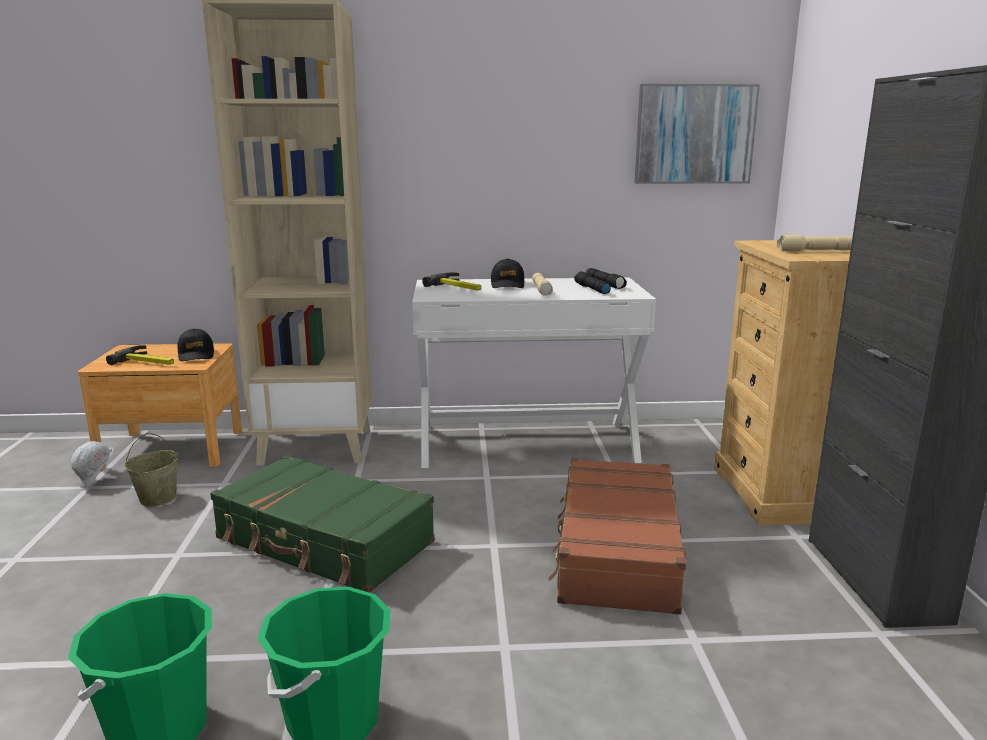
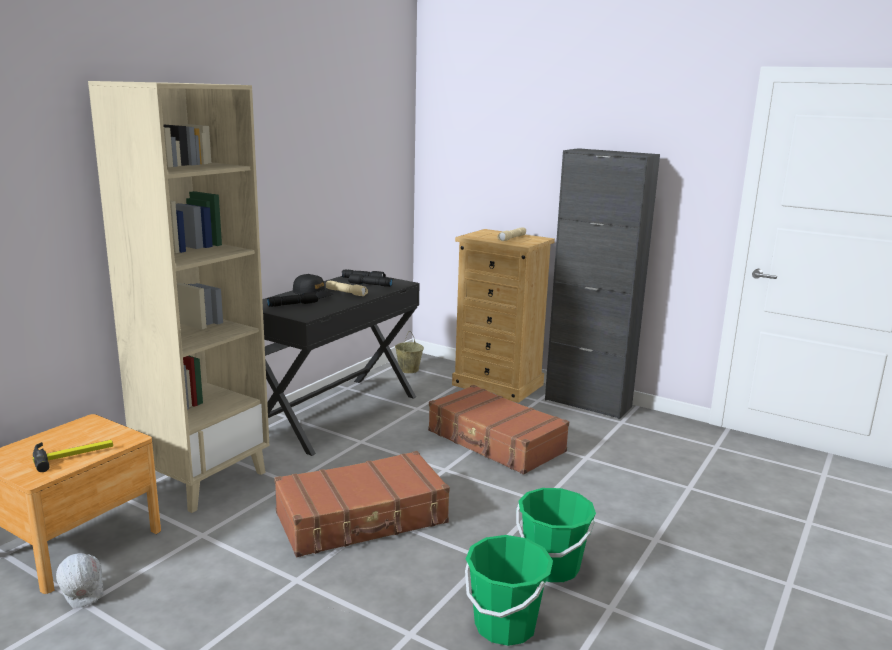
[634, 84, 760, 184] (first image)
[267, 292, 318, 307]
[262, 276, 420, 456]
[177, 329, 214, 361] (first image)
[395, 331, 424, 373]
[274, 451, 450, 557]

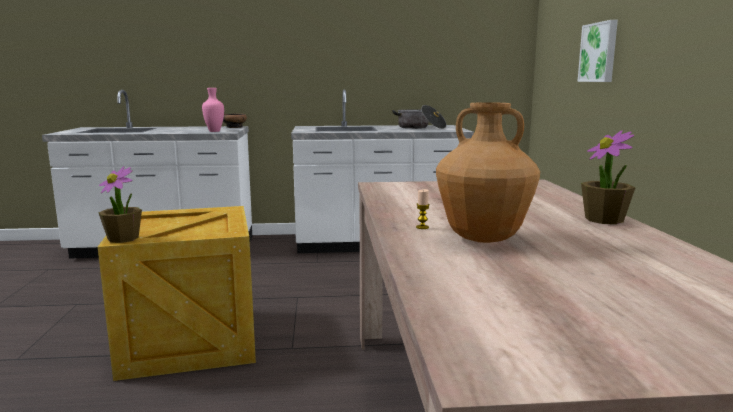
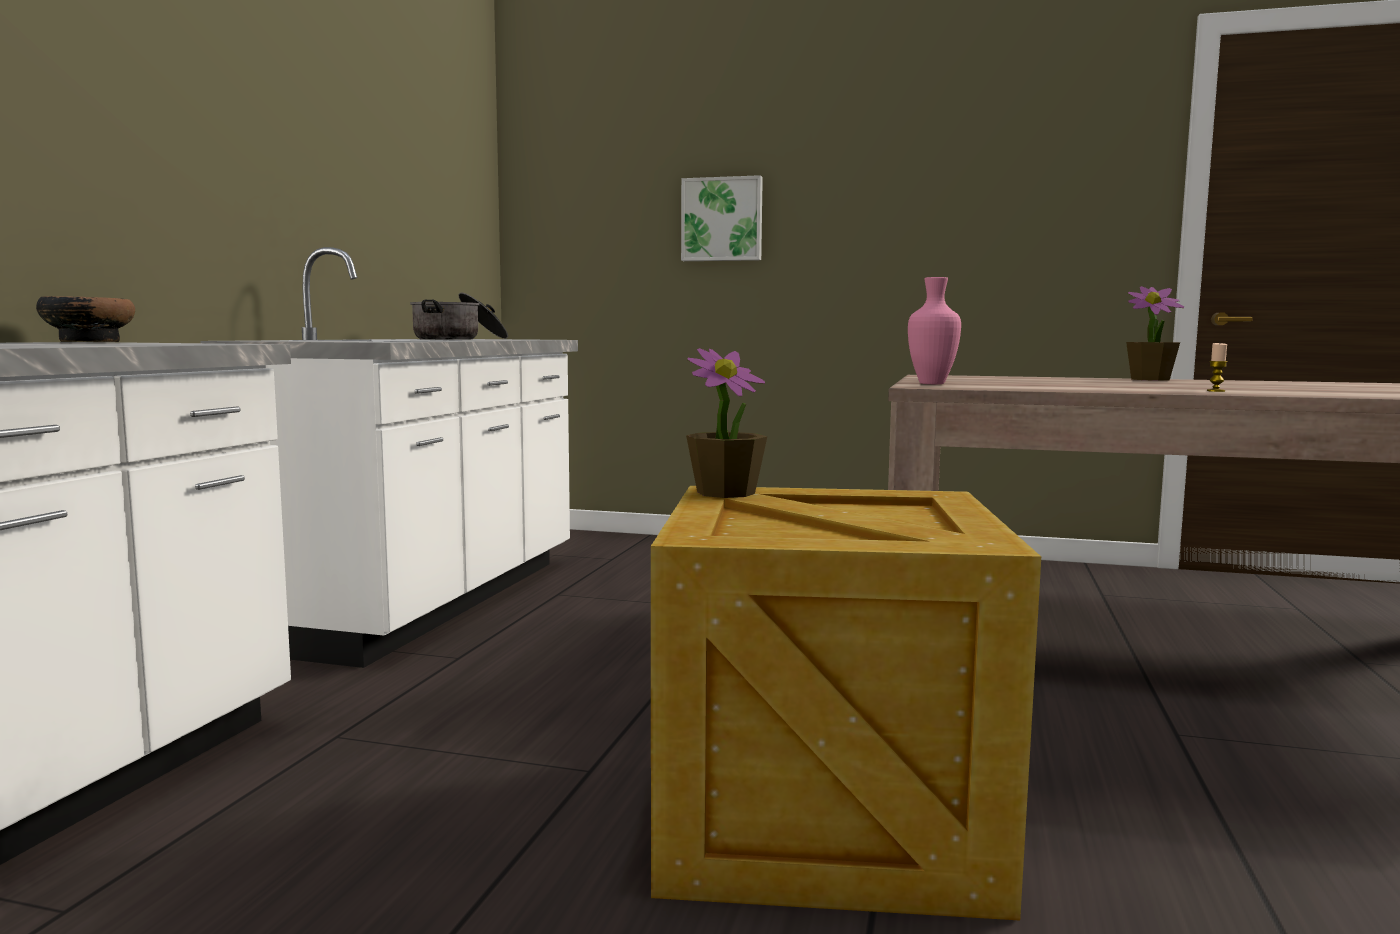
[908, 277, 961, 384]
[436, 102, 540, 243] (first image)
[686, 348, 767, 498]

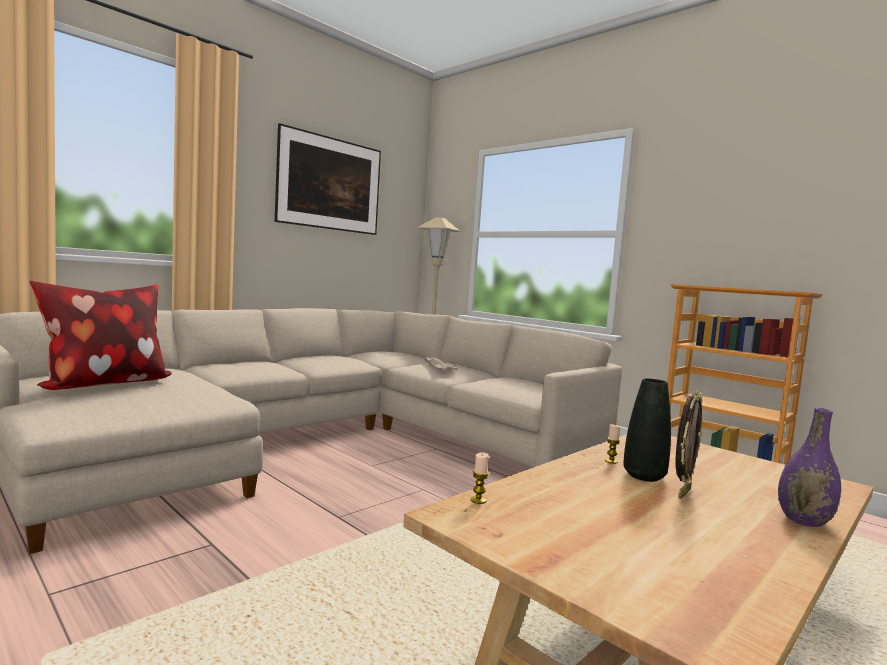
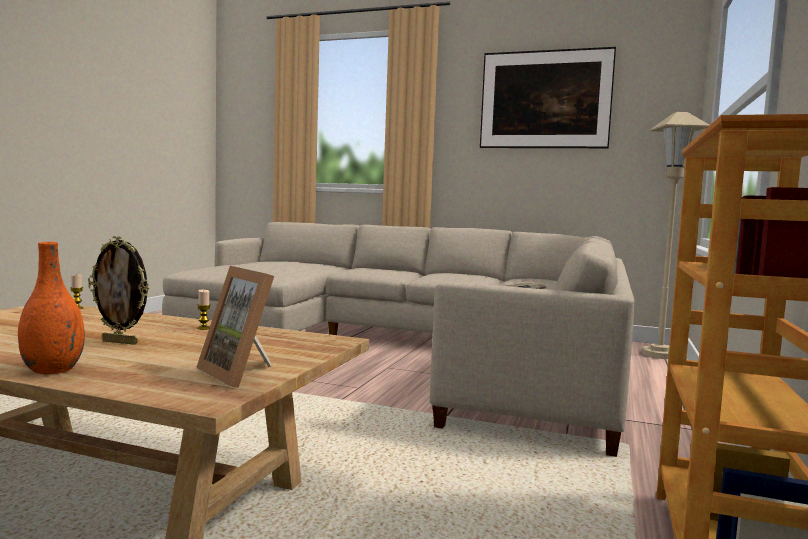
[29, 281, 172, 390] (first image)
[623, 378, 671, 482] (first image)
[18, 242, 85, 374]
[196, 266, 274, 388]

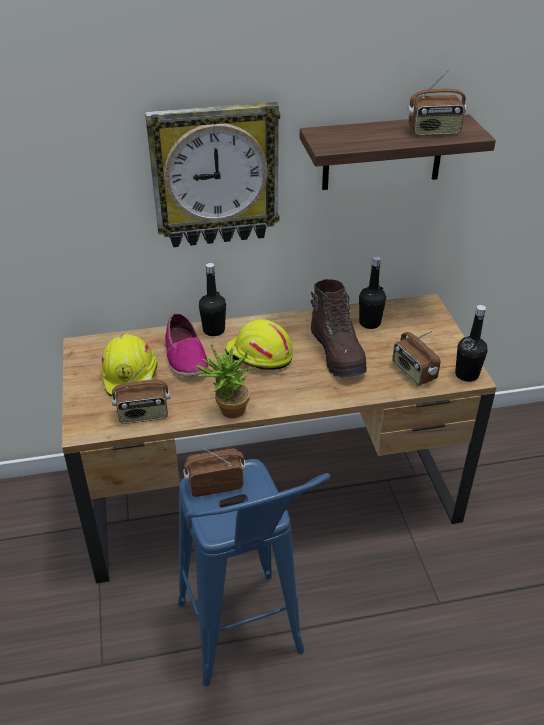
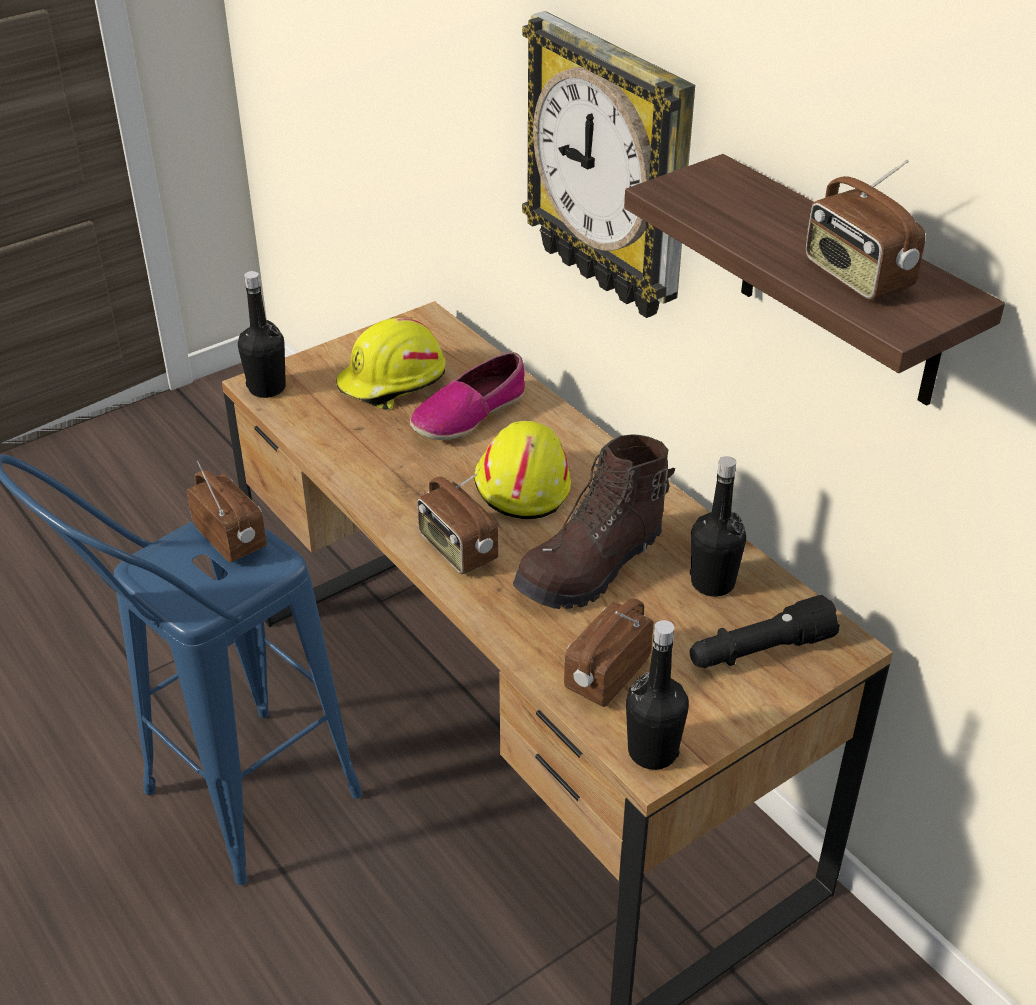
[238, 271, 286, 398]
[196, 345, 252, 418] (first image)
[417, 474, 498, 574]
[690, 595, 840, 668]

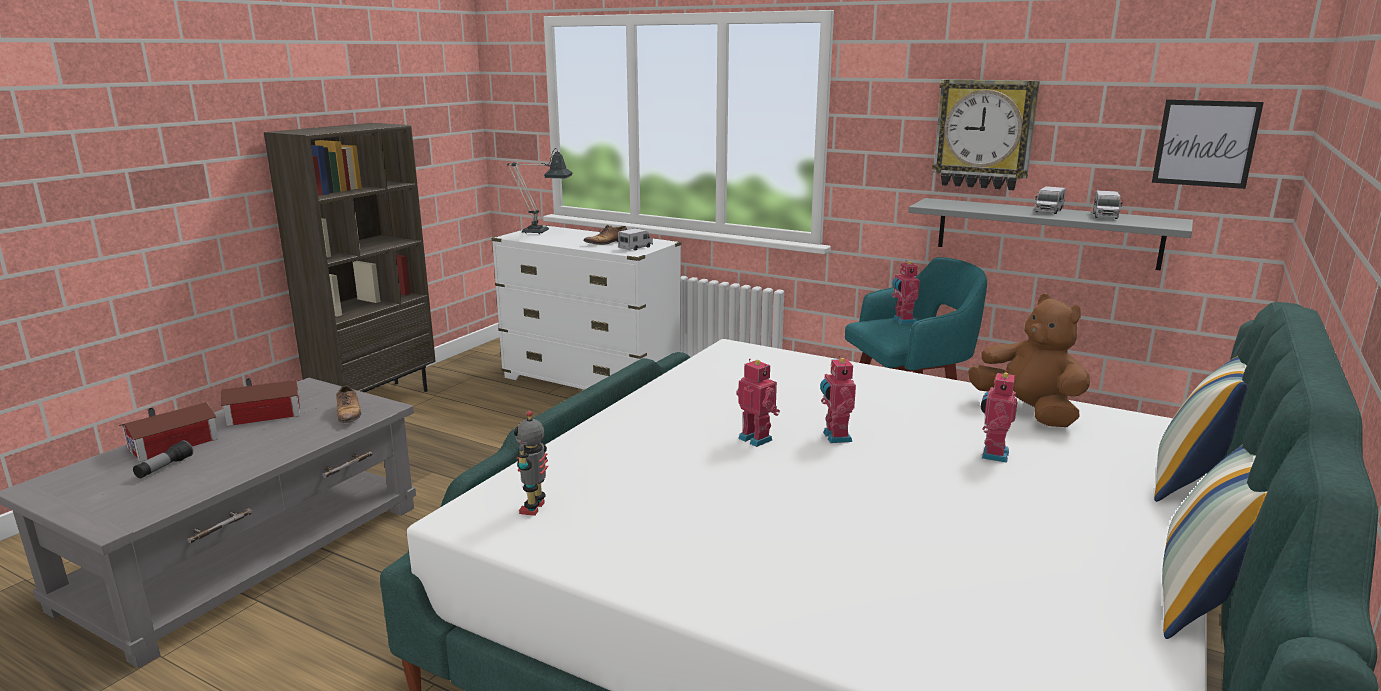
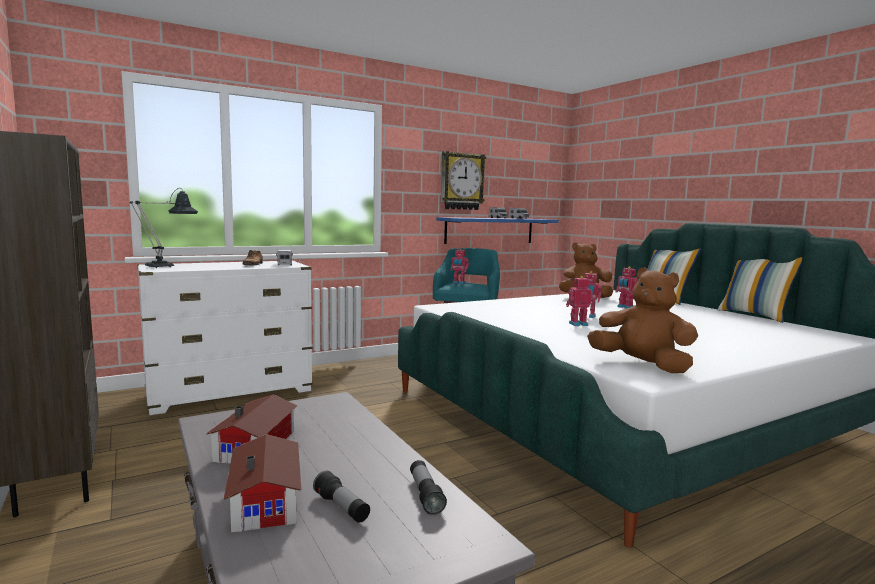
[1152, 99, 1264, 189] (first image)
[436, 217, 559, 244]
[336, 386, 361, 423] (first image)
[587, 267, 698, 373]
[410, 460, 447, 515]

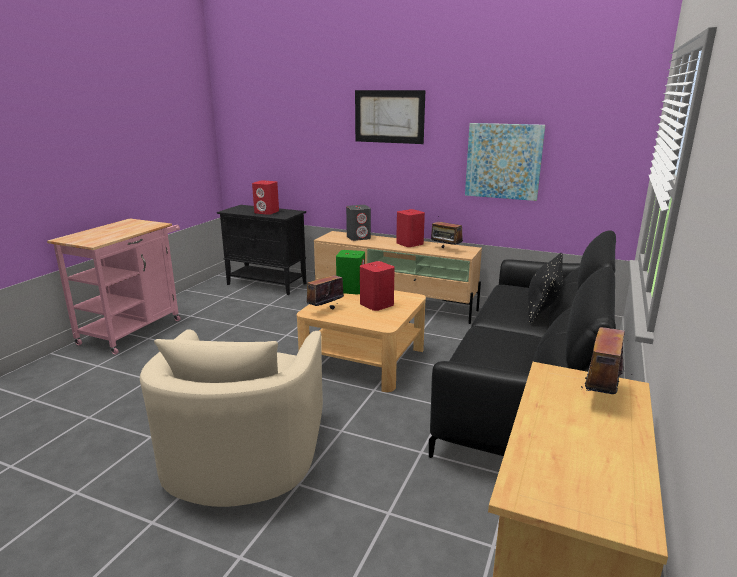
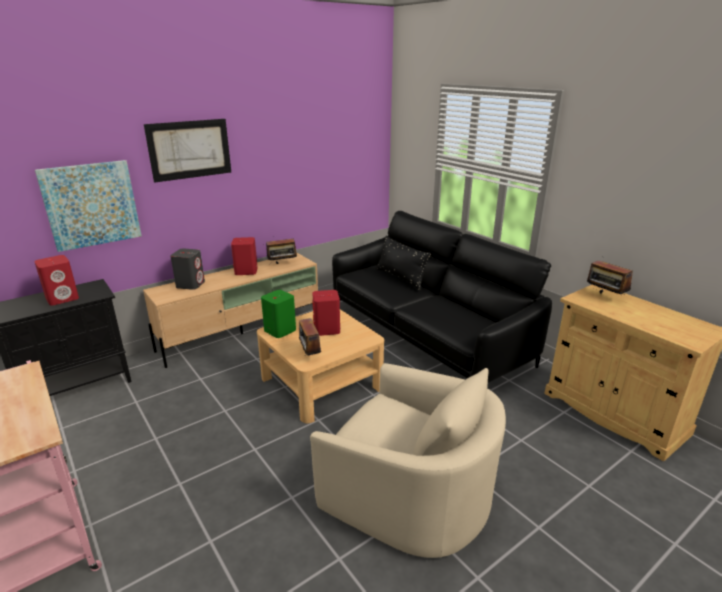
[35, 160, 142, 252]

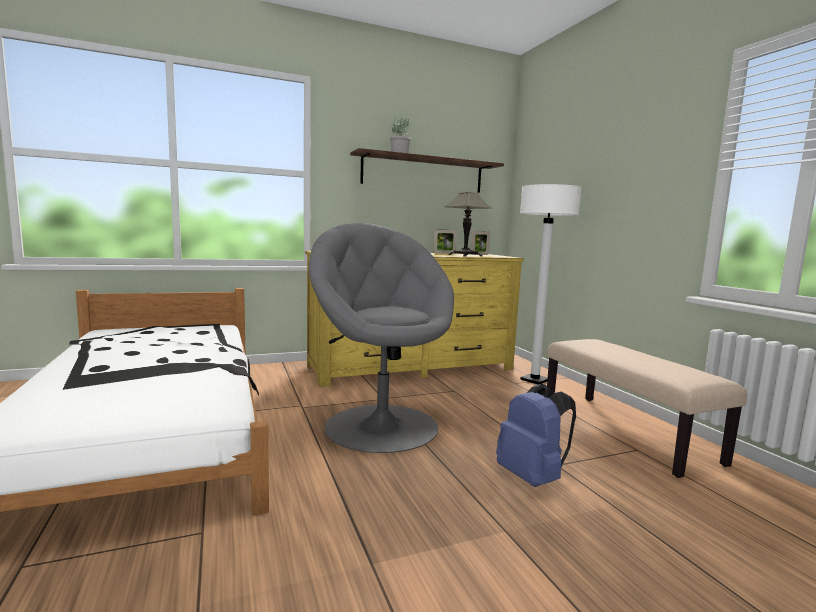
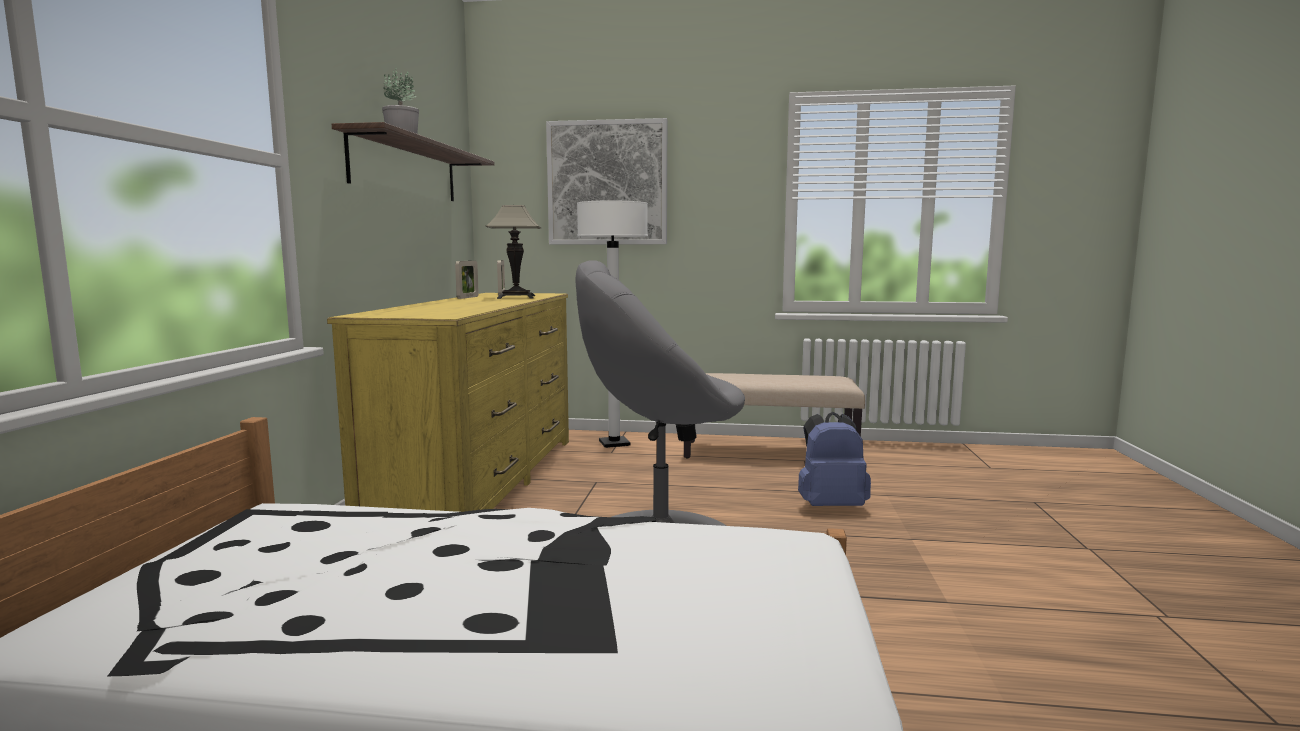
[546, 118, 667, 245]

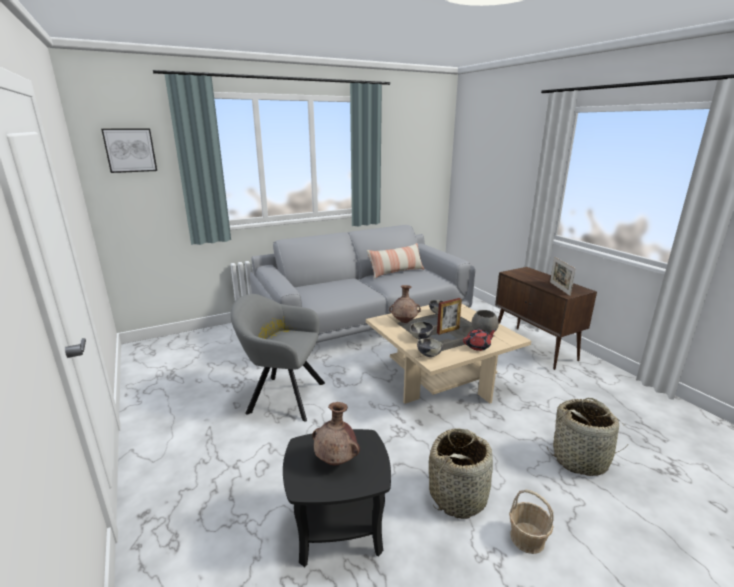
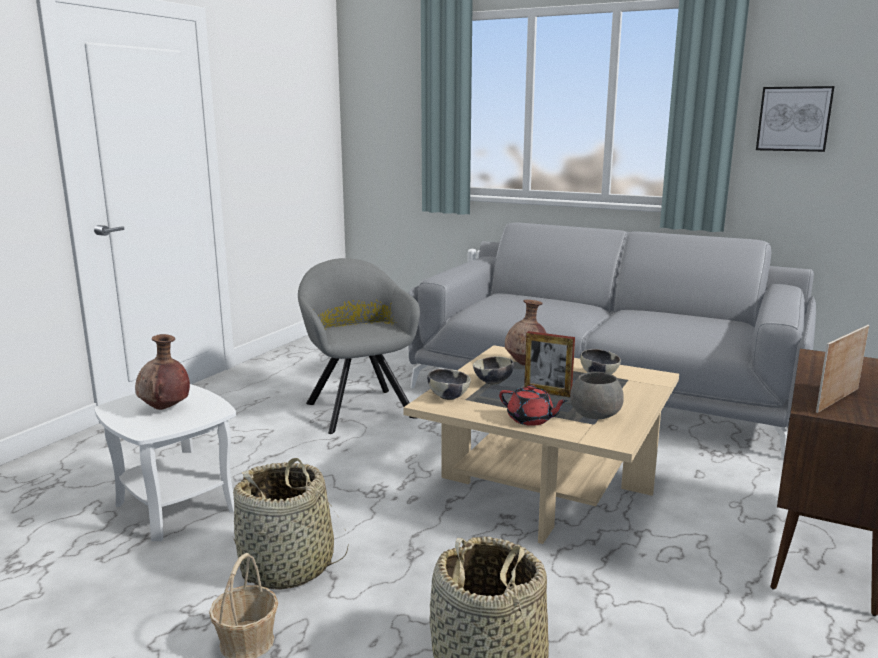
[756, 86, 835, 152]
[367, 243, 424, 279] (first image)
[94, 384, 236, 541]

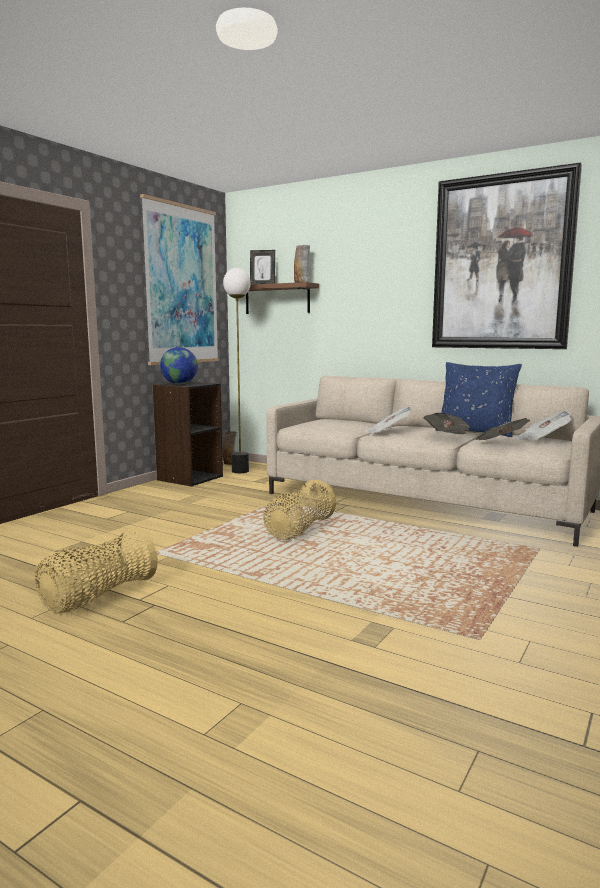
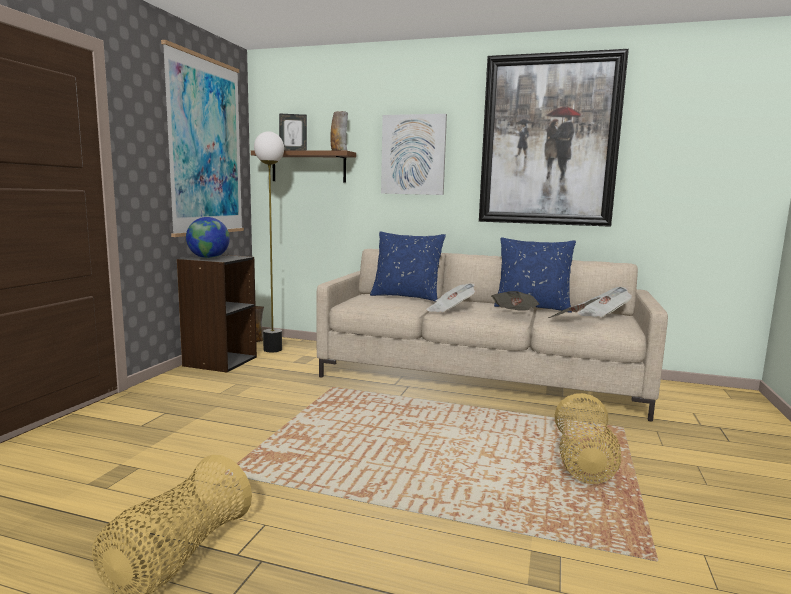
[555, 393, 622, 484]
[381, 114, 447, 195]
[370, 231, 446, 302]

